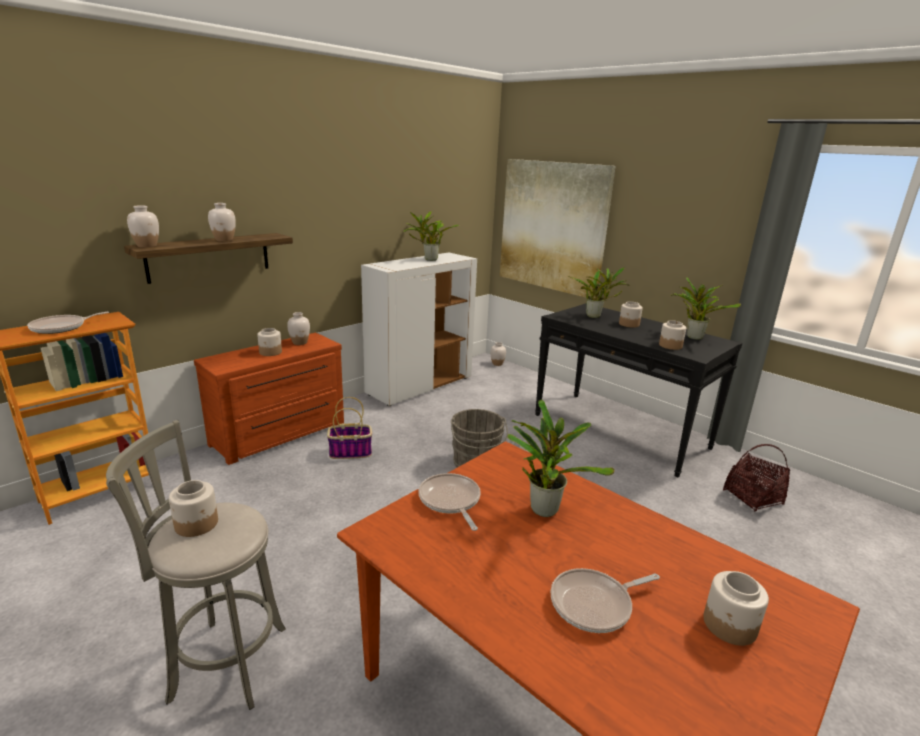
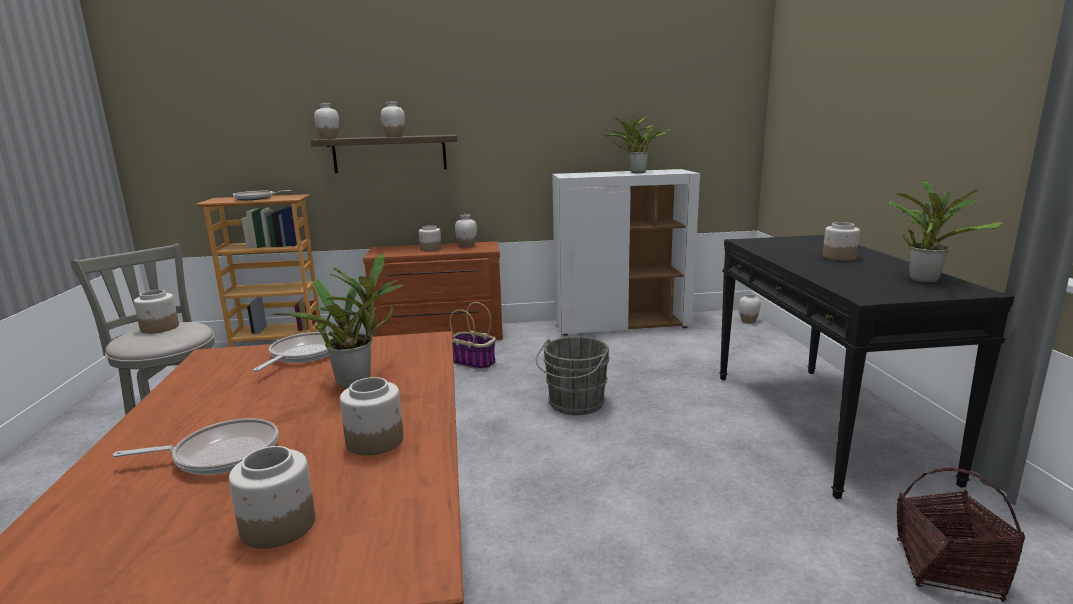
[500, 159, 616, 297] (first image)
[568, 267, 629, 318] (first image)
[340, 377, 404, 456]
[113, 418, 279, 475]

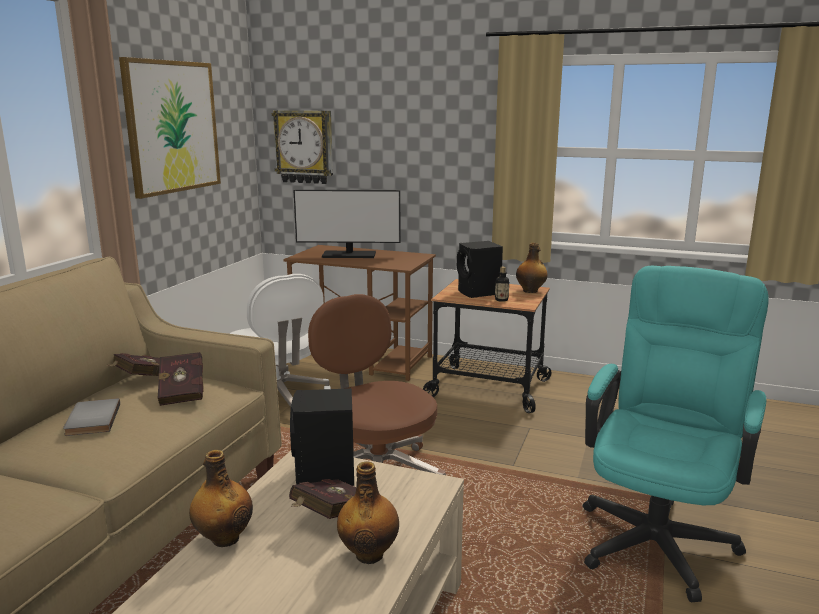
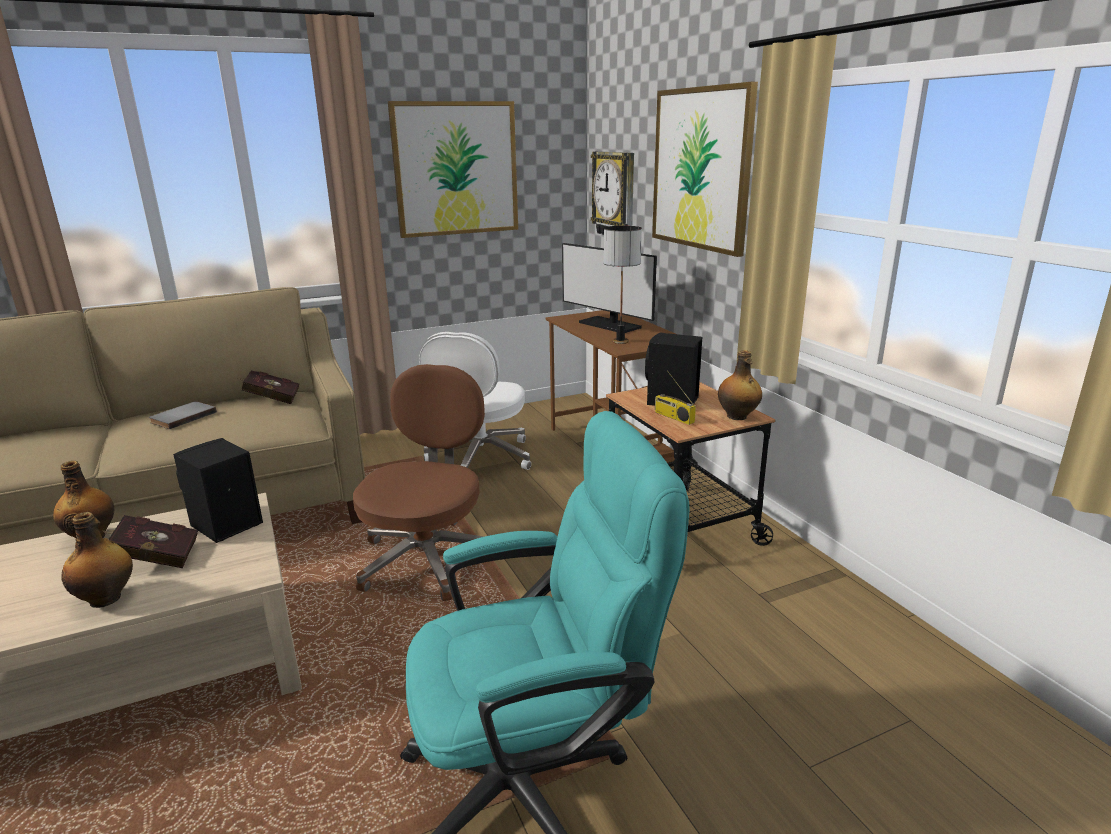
[655, 370, 696, 425]
[158, 352, 204, 406] (first image)
[652, 82, 758, 257]
[604, 226, 642, 344]

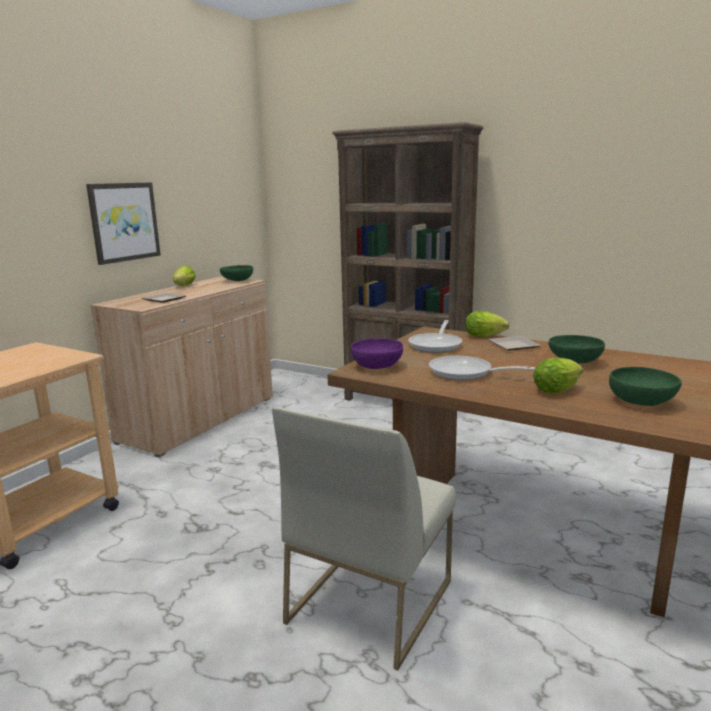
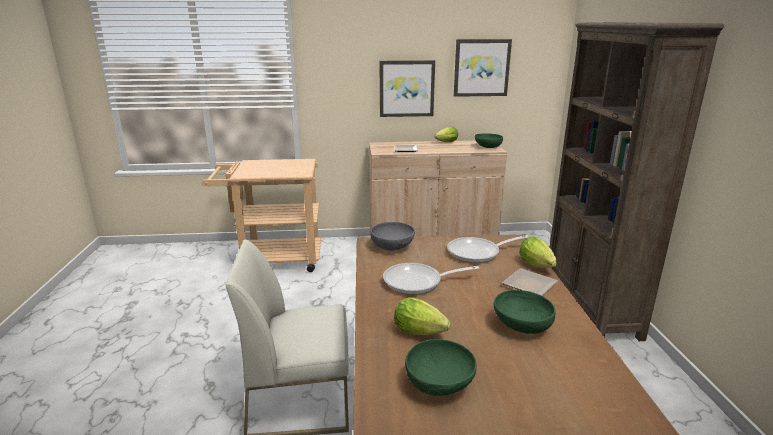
[370, 222, 415, 251]
[383, 263, 479, 295]
[454, 39, 512, 97]

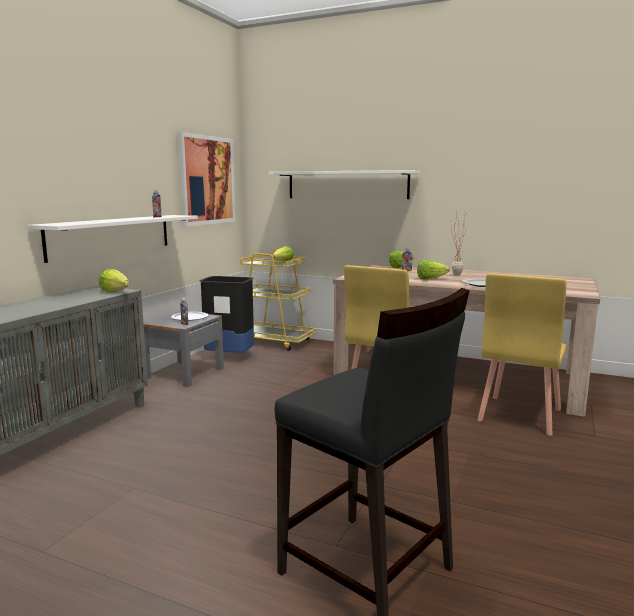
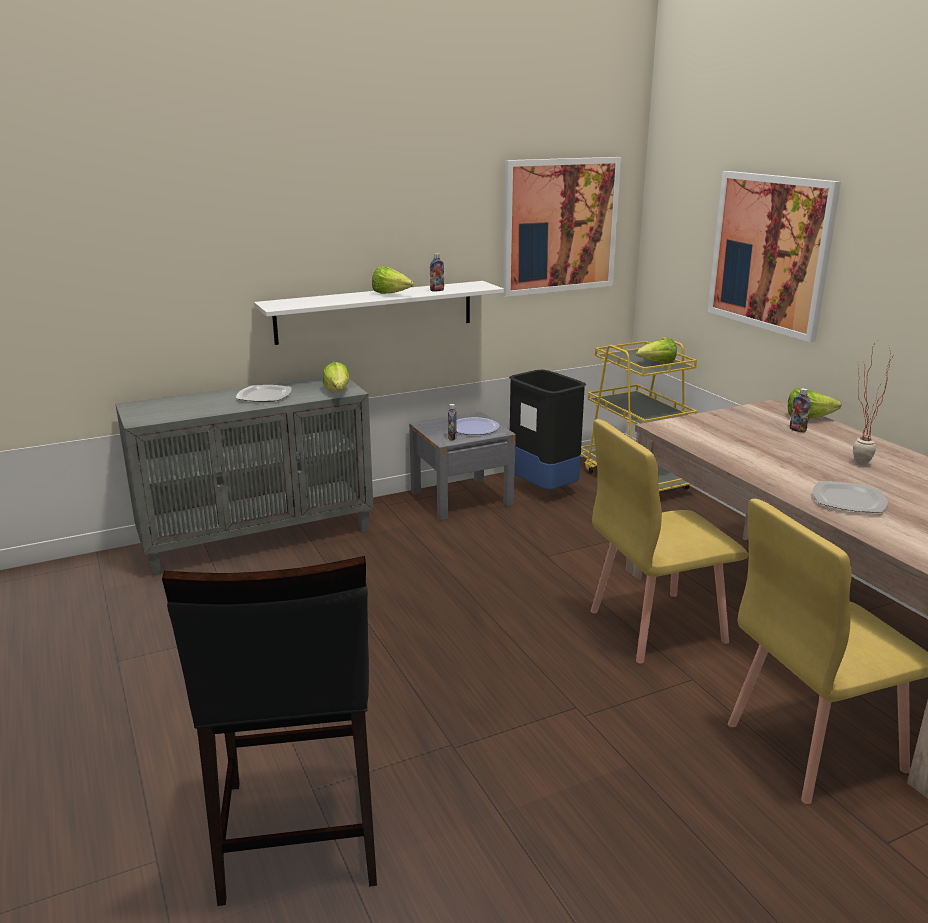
[707, 171, 841, 342]
[372, 266, 414, 294]
[236, 385, 292, 402]

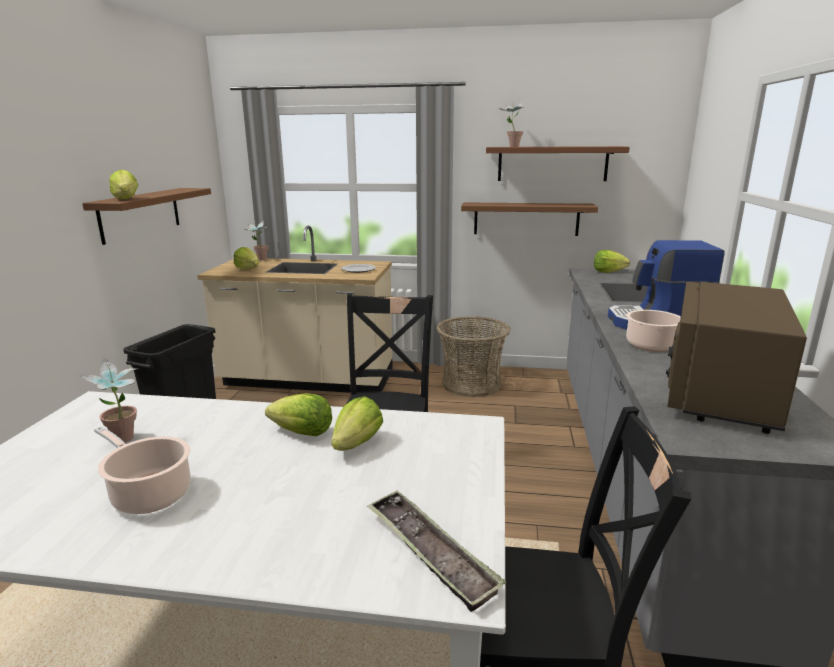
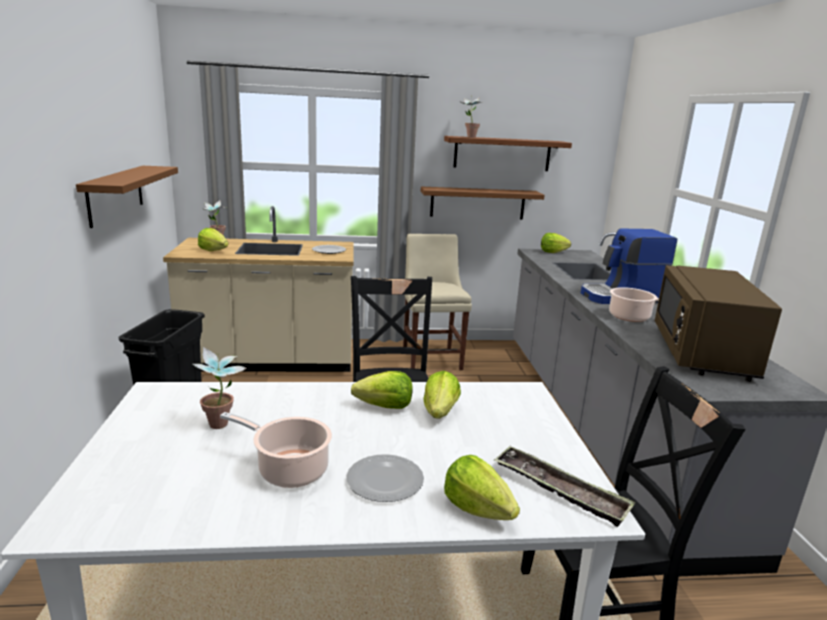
[444, 455, 520, 520]
[403, 234, 472, 370]
[347, 454, 424, 502]

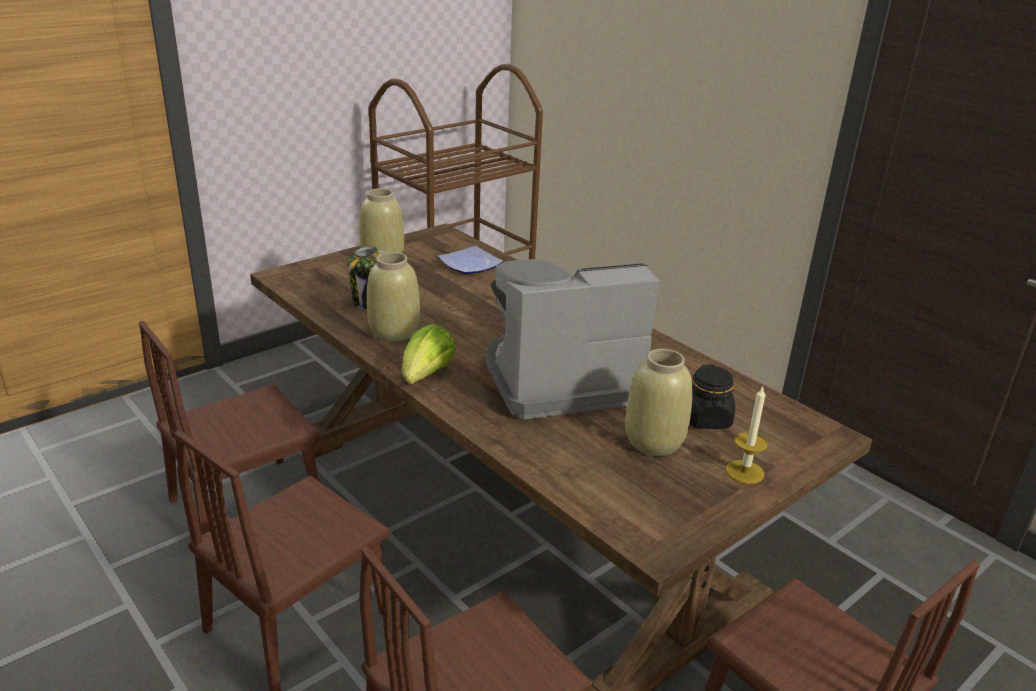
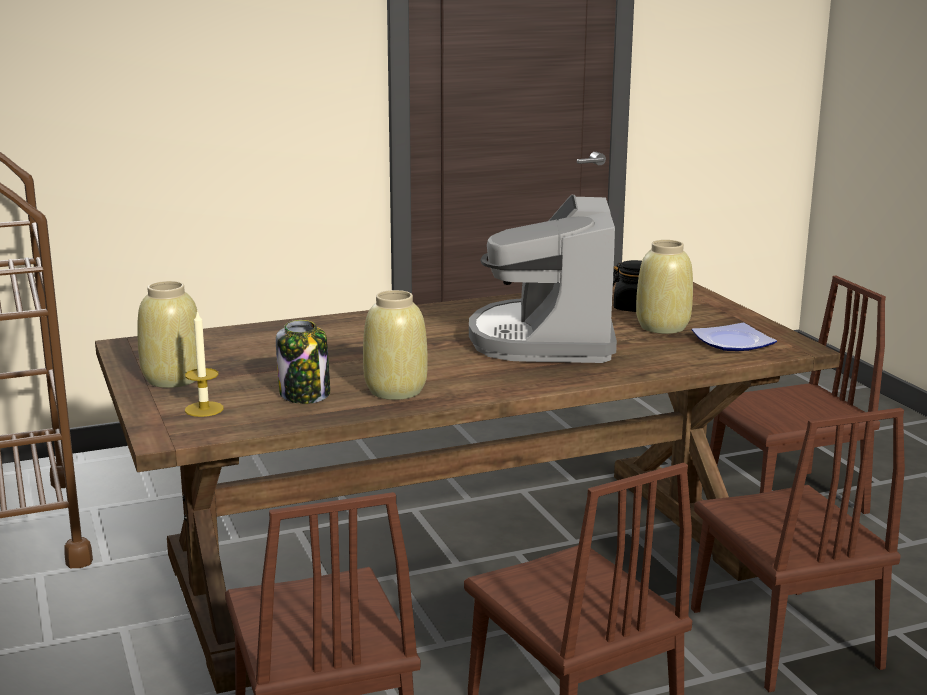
[692, 323, 777, 351]
[402, 324, 456, 384] (first image)
[185, 310, 224, 417]

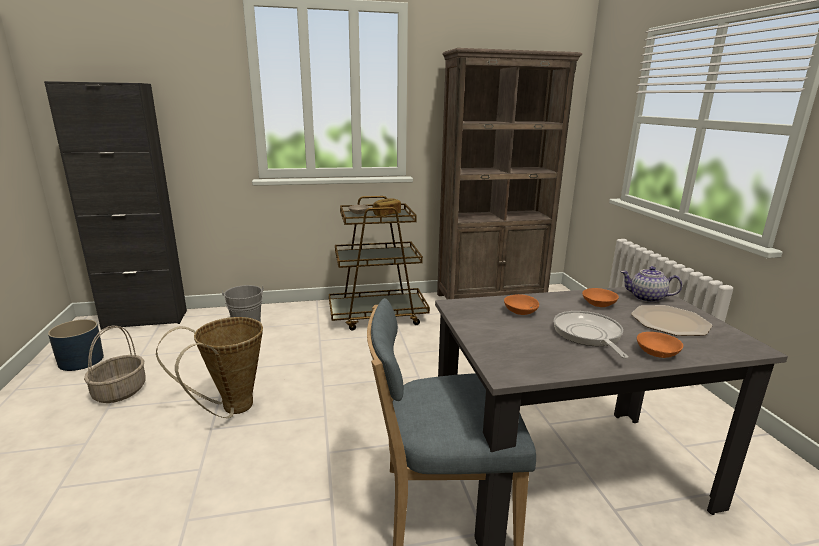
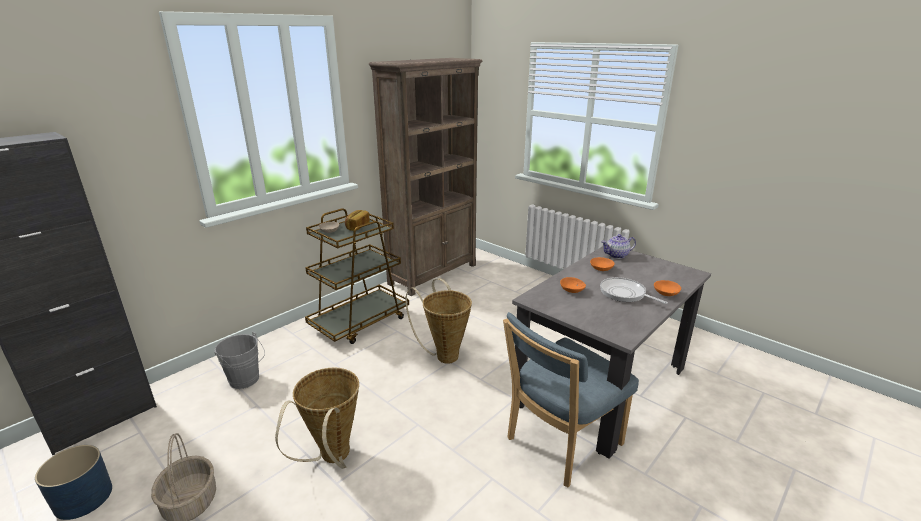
[631, 305, 713, 336] (first image)
[405, 278, 472, 364]

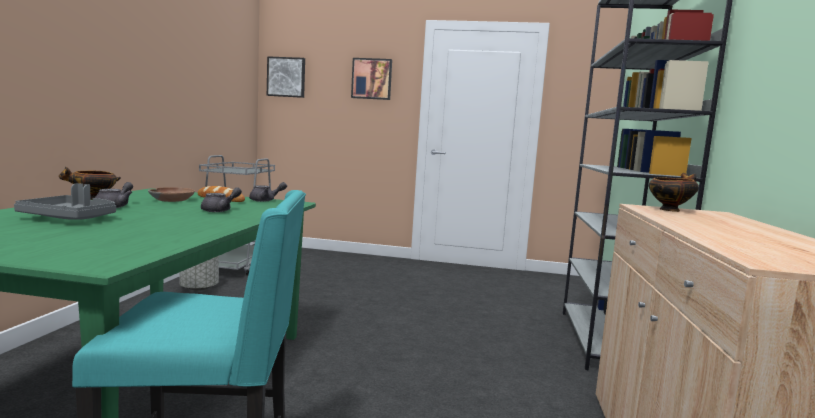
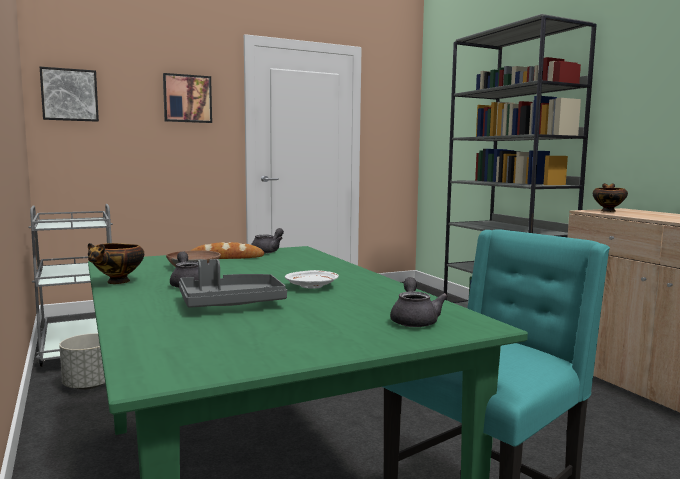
[390, 277, 448, 327]
[285, 270, 339, 289]

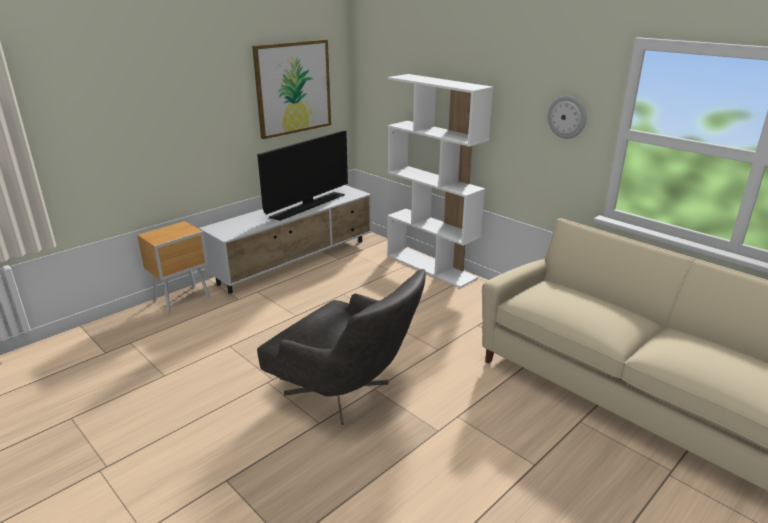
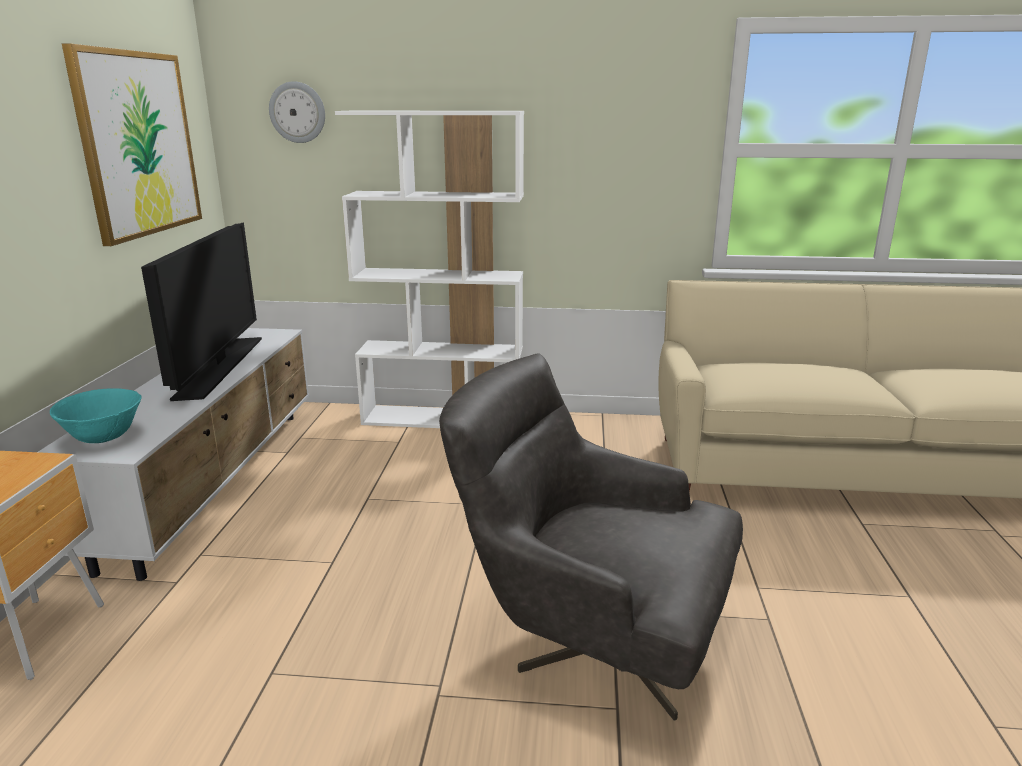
[269, 81, 325, 143]
[439, 354, 743, 721]
[50, 388, 142, 443]

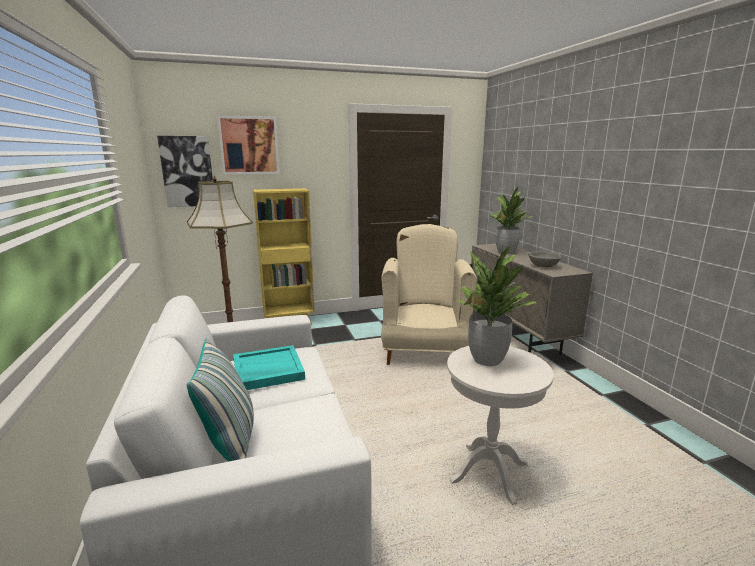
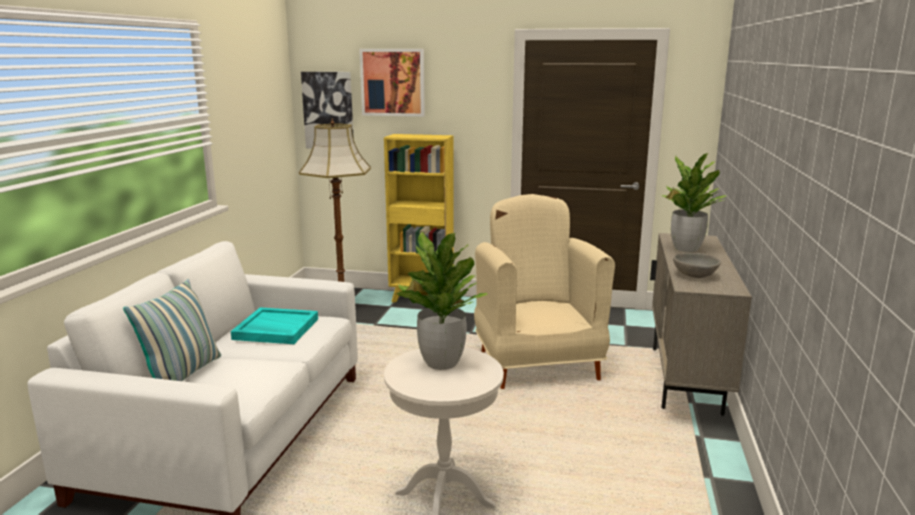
[474, 194, 615, 389]

